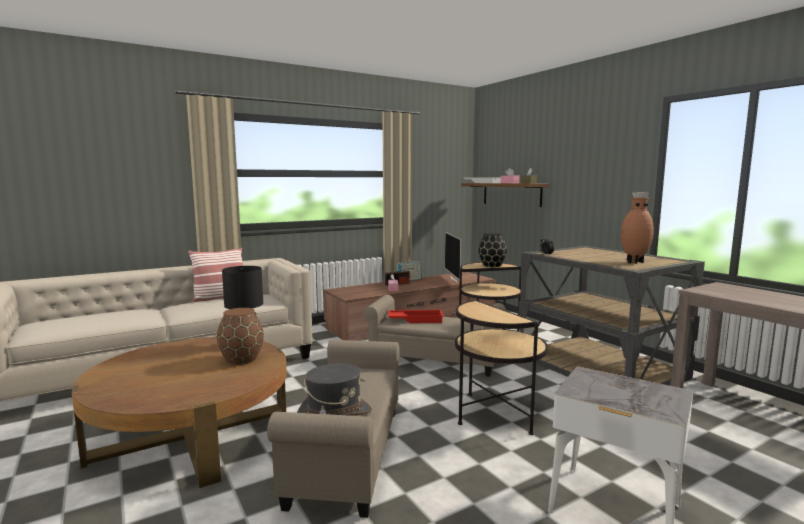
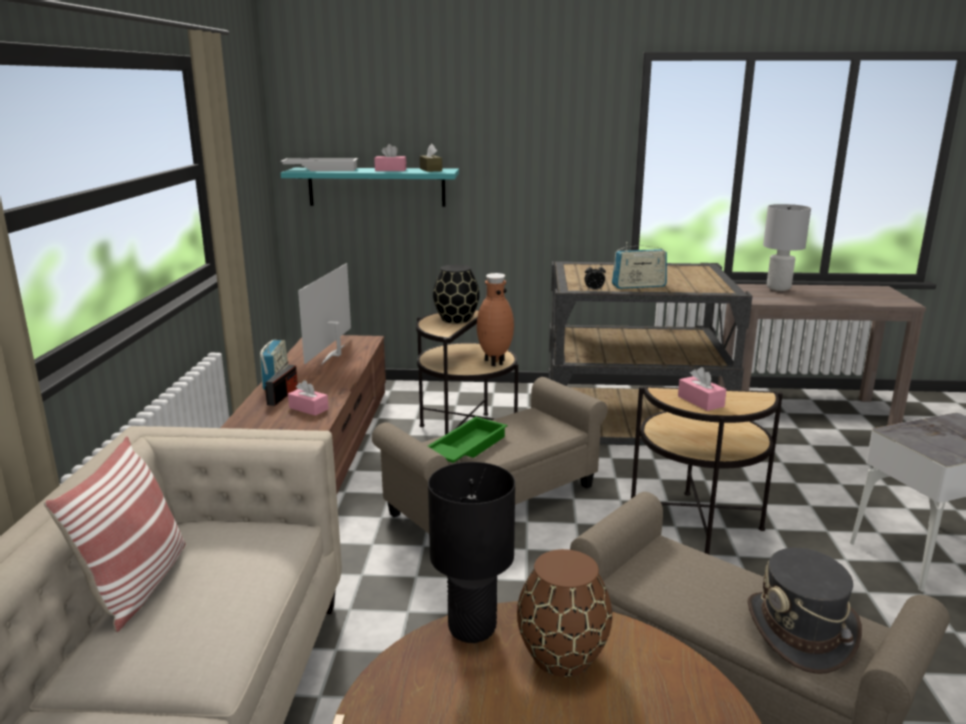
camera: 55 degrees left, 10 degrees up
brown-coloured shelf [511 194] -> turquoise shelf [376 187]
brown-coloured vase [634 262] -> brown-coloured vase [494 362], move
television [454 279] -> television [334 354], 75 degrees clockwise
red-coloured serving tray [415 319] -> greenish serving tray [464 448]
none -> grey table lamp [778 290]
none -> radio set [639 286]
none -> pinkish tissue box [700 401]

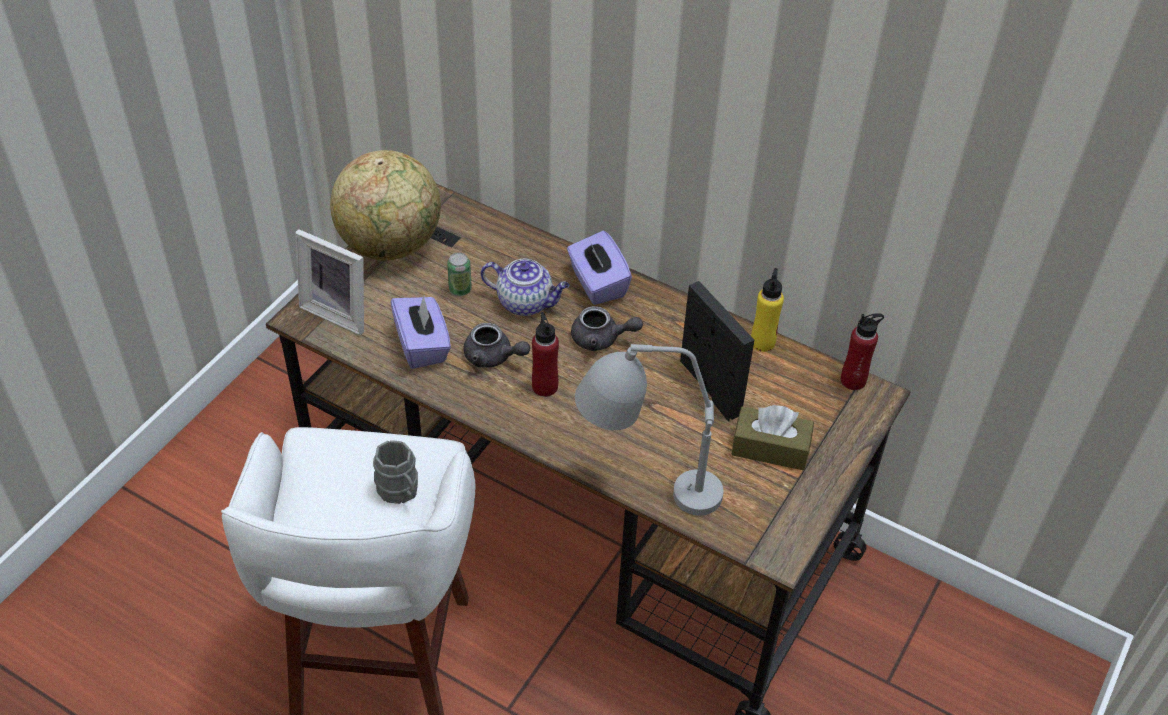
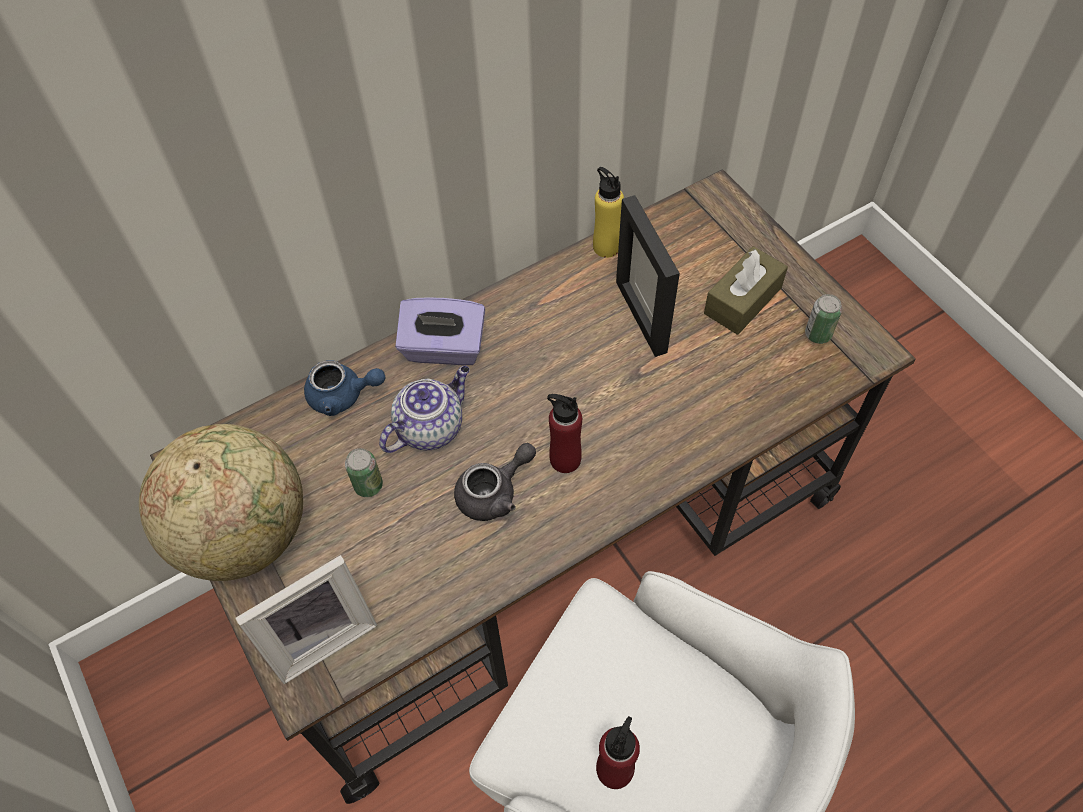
camera: 60 degrees left, 10 degrees up
photo frame [708 388] -> photo frame [643 316], 105 degrees counterclockwise
purple-coloured tissue box [422 345] -> none
grey tea pot [601 339] -> none
red-coloured beverage bottle [853 380] -> red-coloured beverage bottle [615 769], move
grey table lamp [642 487] -> none
grey mug [400 492] -> none
none -> can [818 334]
none -> blue tea pot [343 396]

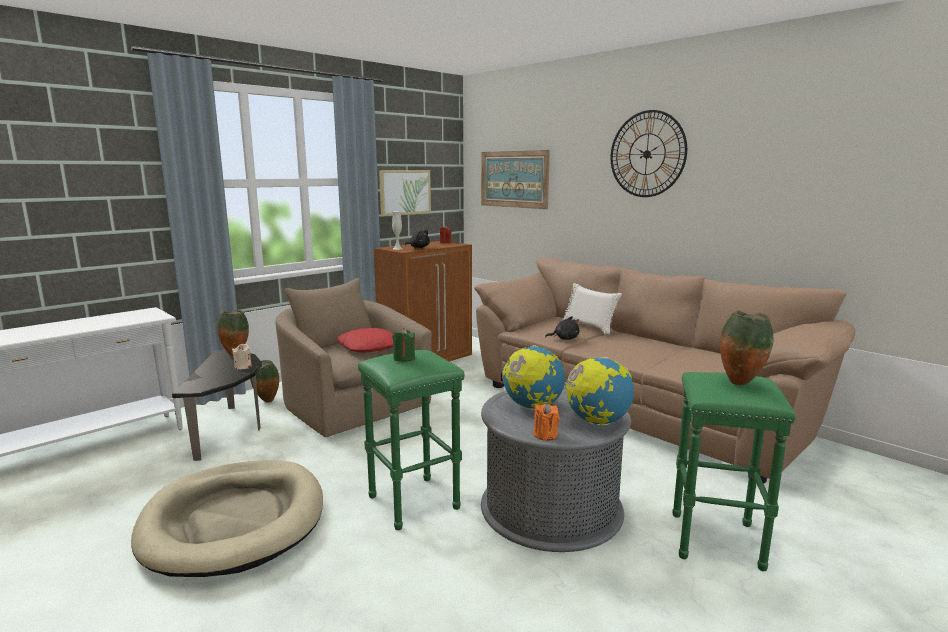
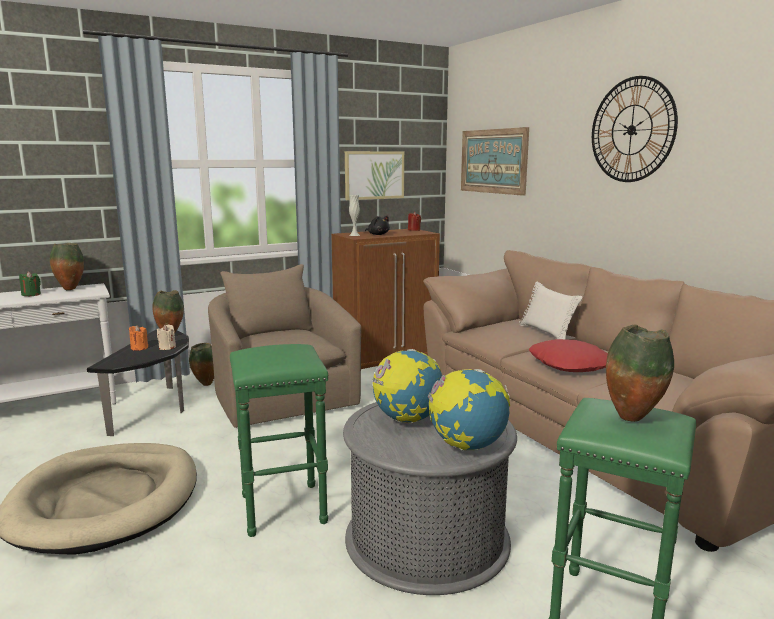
camera: 15 degrees right, 0 degrees up
black cuddly toy [564 339] -> none
red-coloured cushion [369 347] -> red-coloured cushion [570 364], move
greenish wax light [404 358] -> greenish wax light [31 294], move
orange-coloured wax light [545 435] -> orange-coloured wax light [139 348], move
none -> vase [70 289]

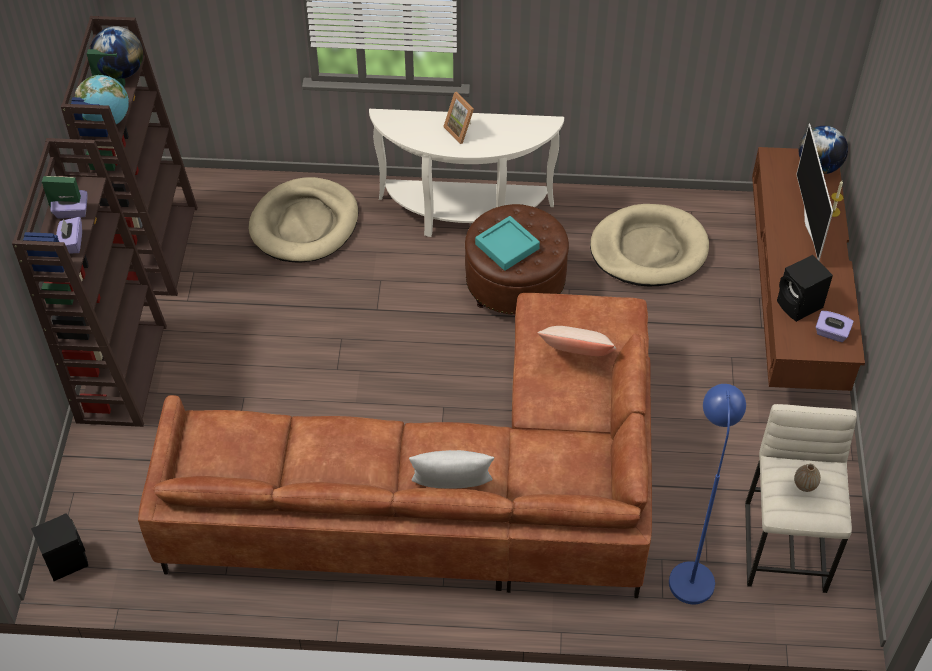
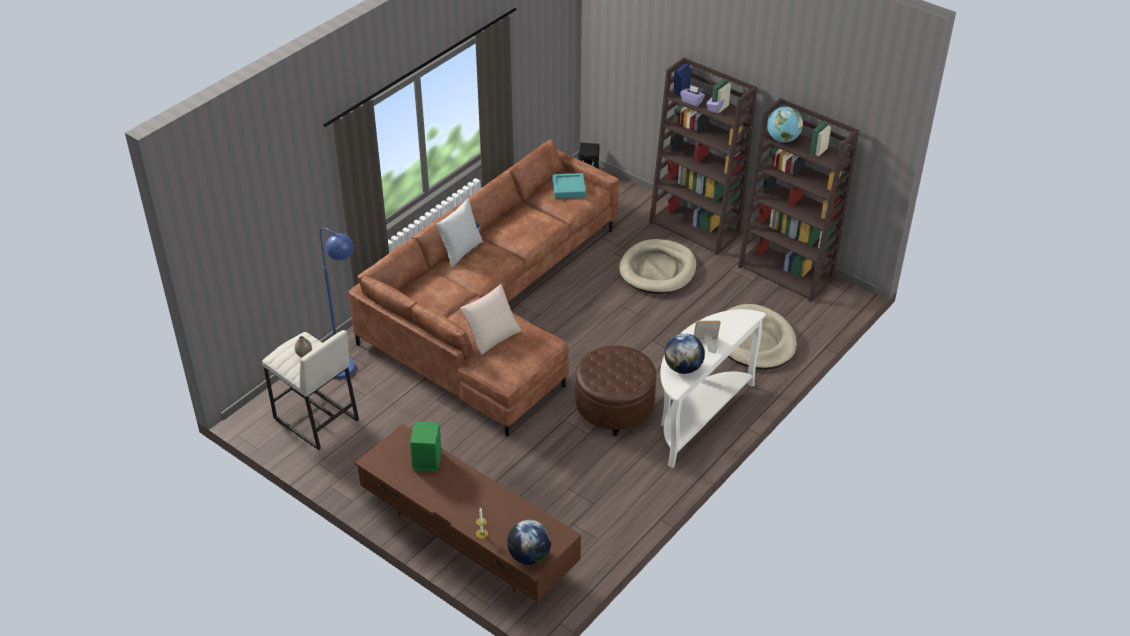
camera: 125 degrees right, 10 degrees down
globe [121 72] -> globe [683 368], move
television [810 223] -> none
sand-coloured dog cushion [648 249] -> sand-coloured dog cushion [658 270], move
turquoise serving tray [507 246] -> turquoise serving tray [569 188], move
black loudspeaker [800 306] -> greenish loudspeaker [426 460]
purple-coloured tissue box [831 333] -> none

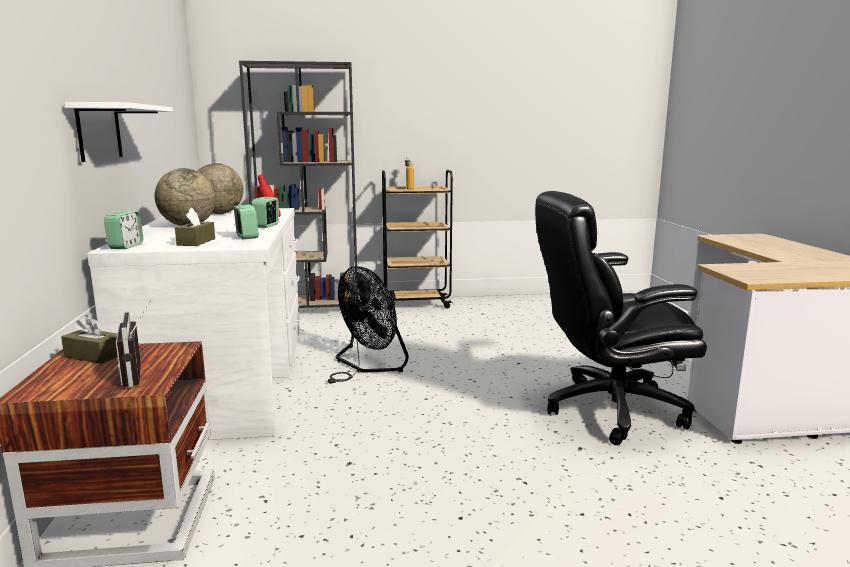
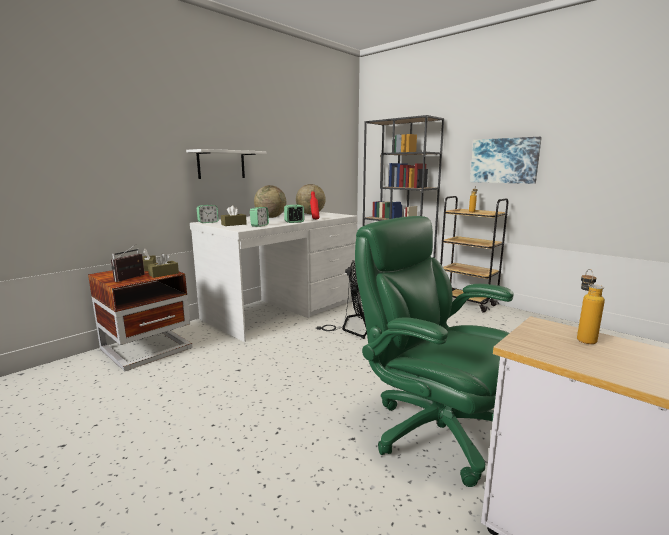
camera: 50 degrees right, 0 degrees up
black office chair [606 410] -> greenish office chair [434 429]
none -> picture [504 160]
none -> brown-coloured tissue box [164 274]
none -> beverage bottle [583 338]

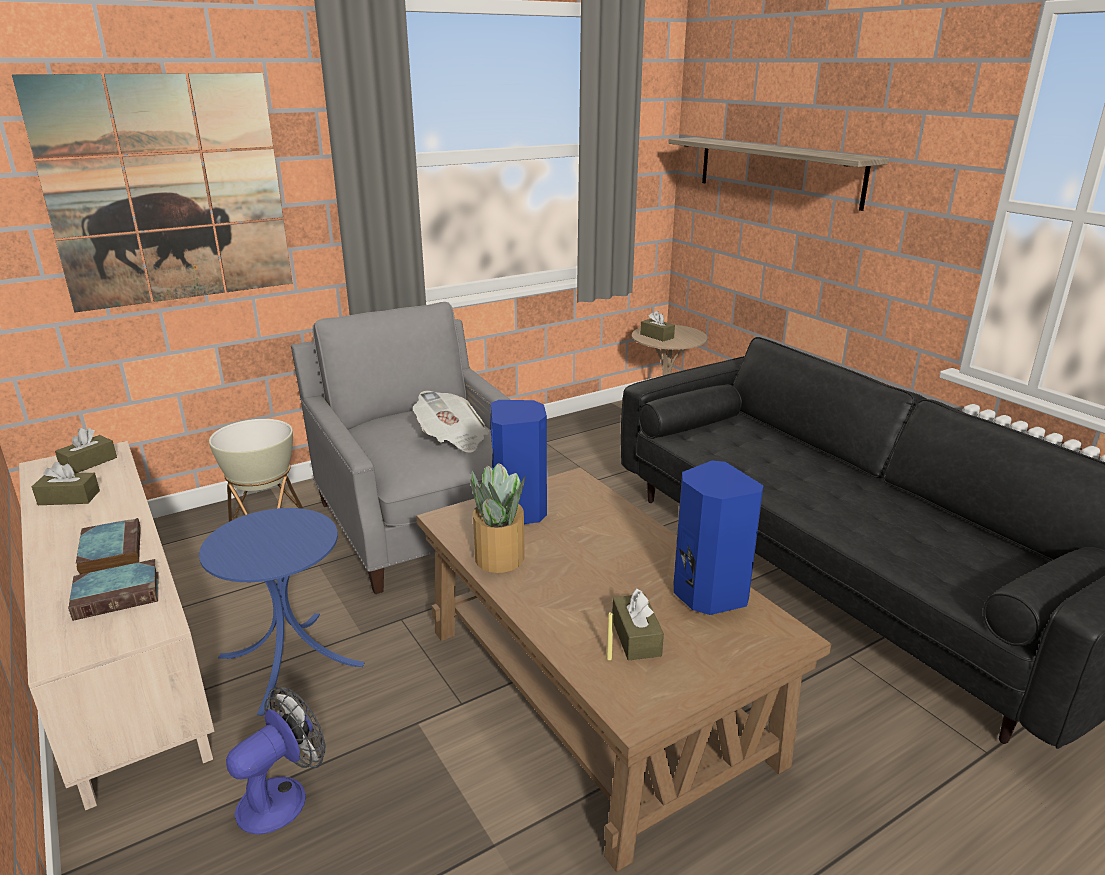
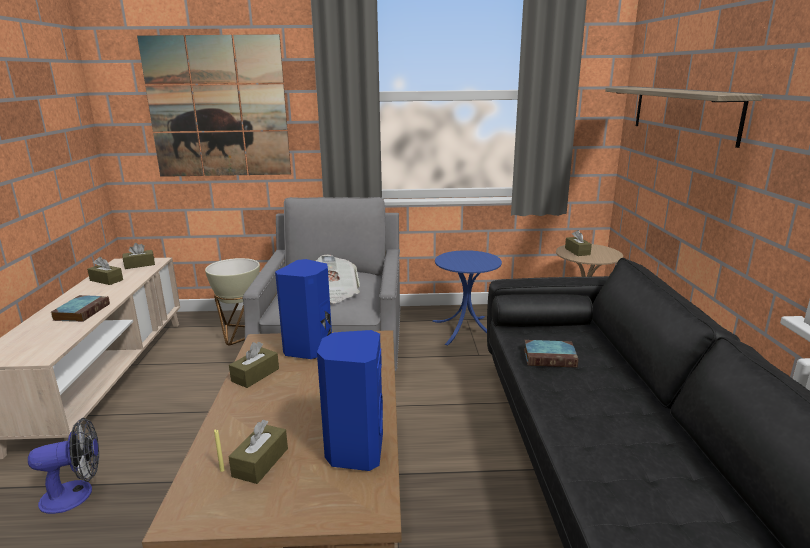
camera: 30 degrees right, 5 degrees down
houseplant [499 557] -> brown-coloured tissue box [255 375]
blue accent table [291 660] -> blue accent table [466 330], move
volume [119 594] -> volume [550 357], move

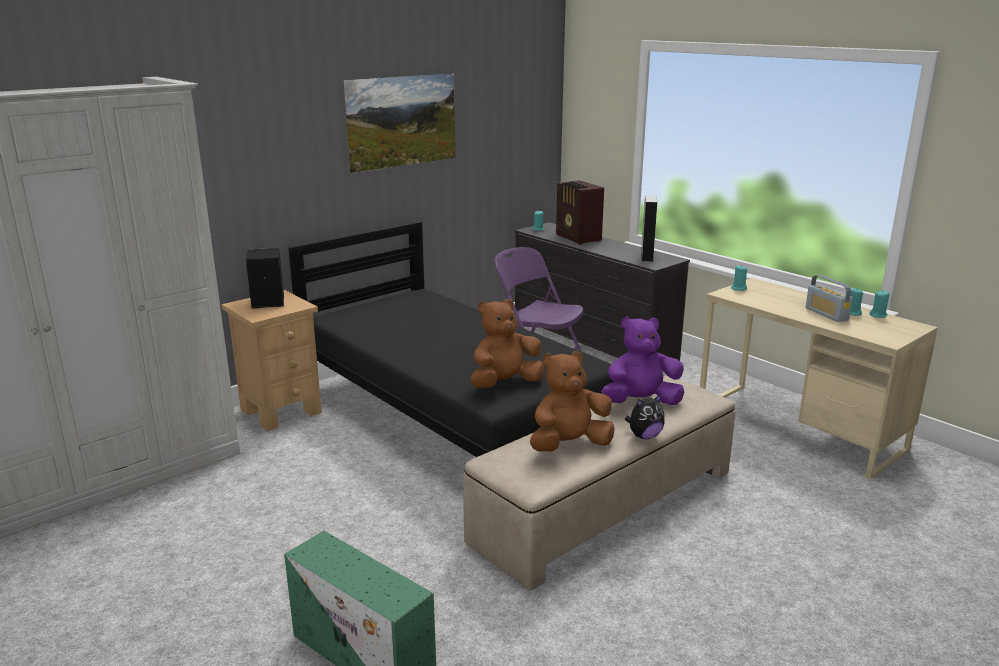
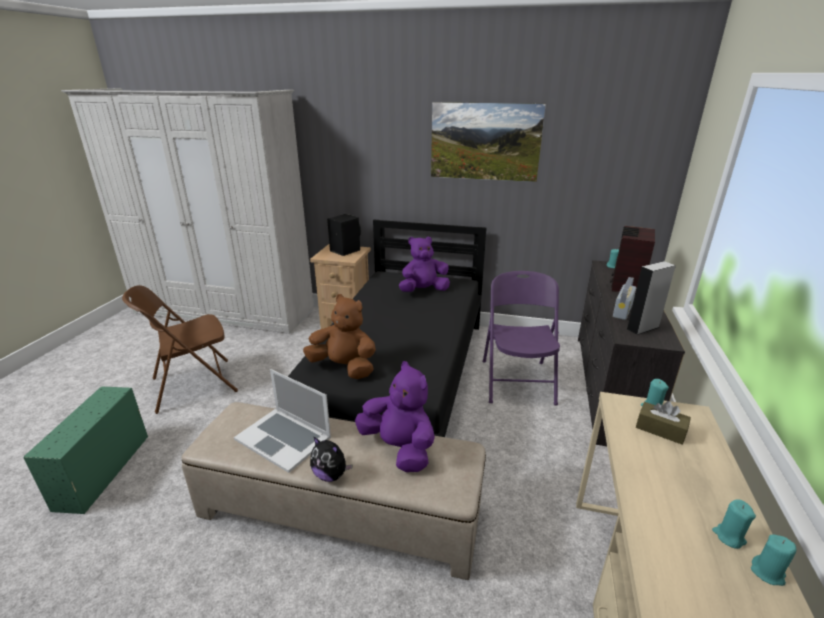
camera: 55 degrees right, 5 degrees up
radio set [826 314] -> radio set [622 311], move
brown-coloured cuddly toy [569 445] -> portable computer [283 438]
none -> purple-coloured cuddly toy [423 290]
none -> brown-coloured plain chair [194 384]
none -> brown-coloured tissue box [660 429]

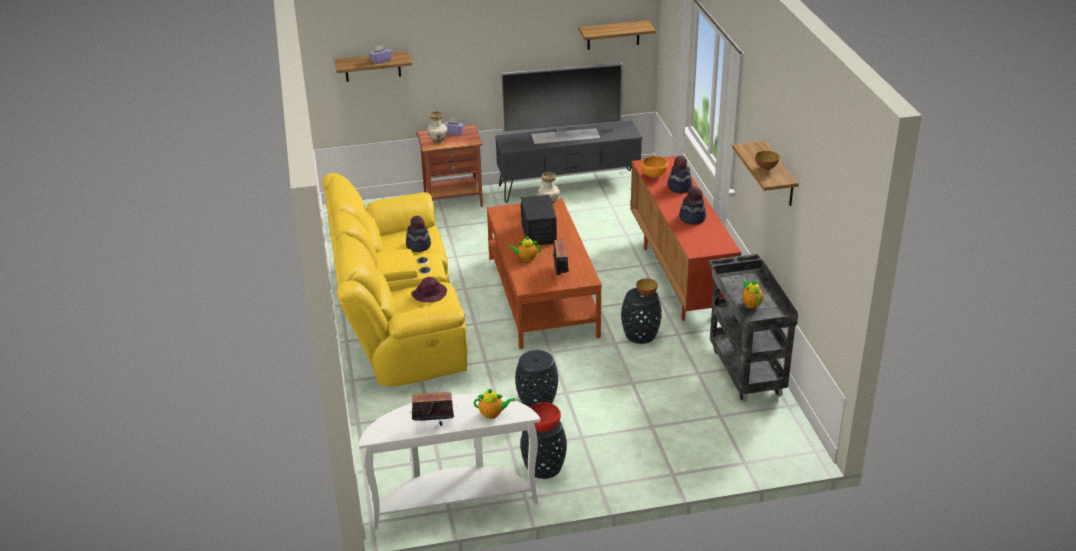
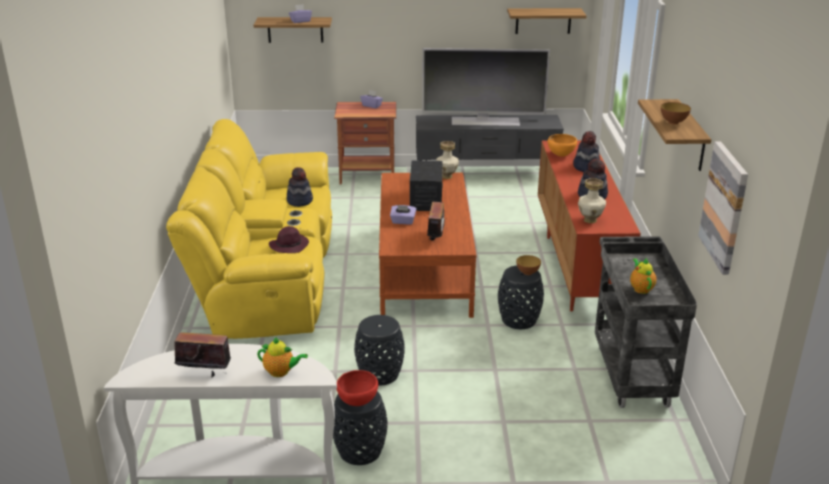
camera: 10 degrees right, 5 degrees down
vase [438 142] -> vase [590 220], move
tea pot [526 258] -> purple-coloured tissue box [403 221]
none -> picture [724 207]

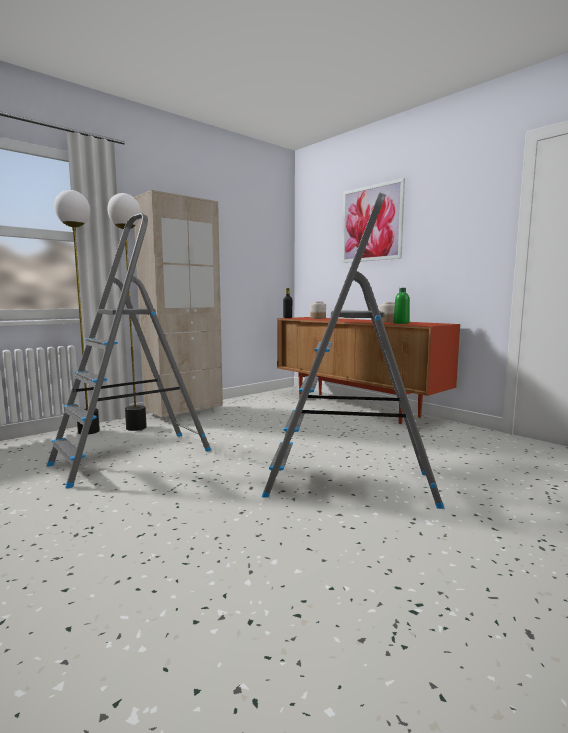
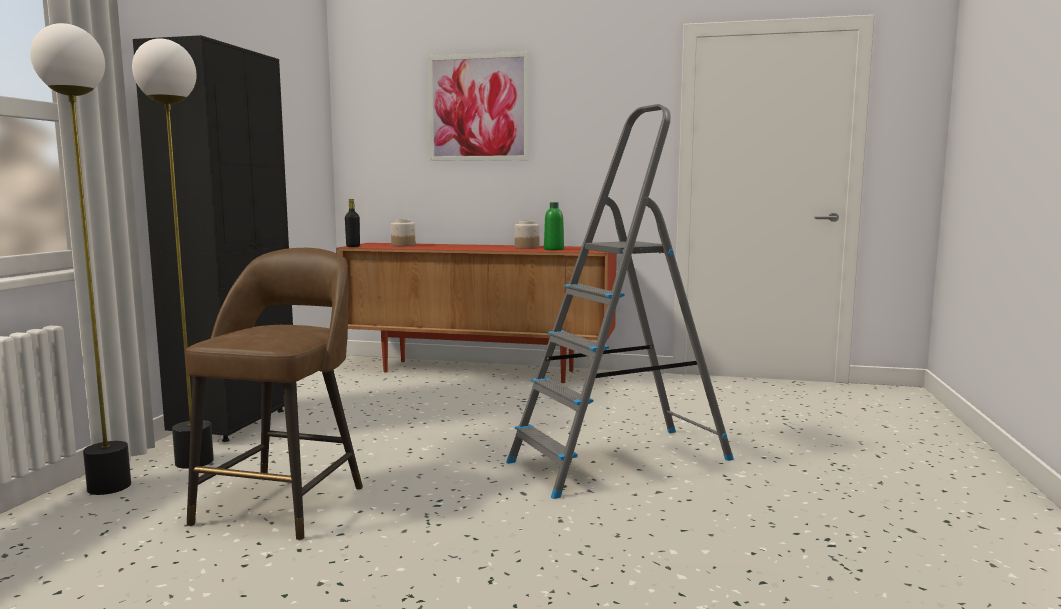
camera: 35 degrees left, 0 degrees up
sand-coloured cupboard [185 413] -> black cupboard [237 423]
grey stepladder [132 458] -> brown-coloured sitting stool [283 503]

